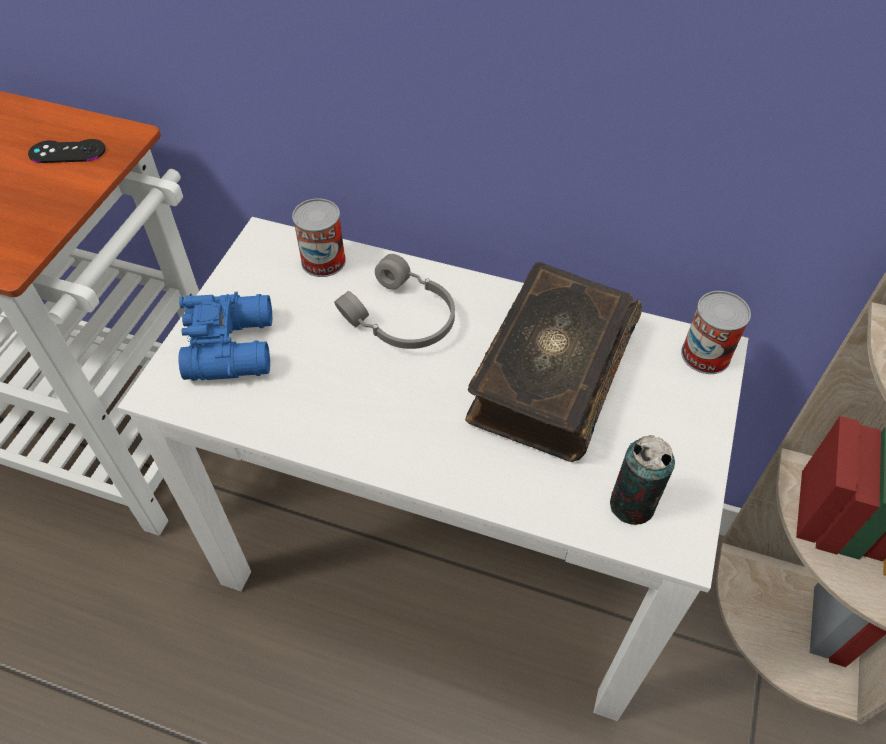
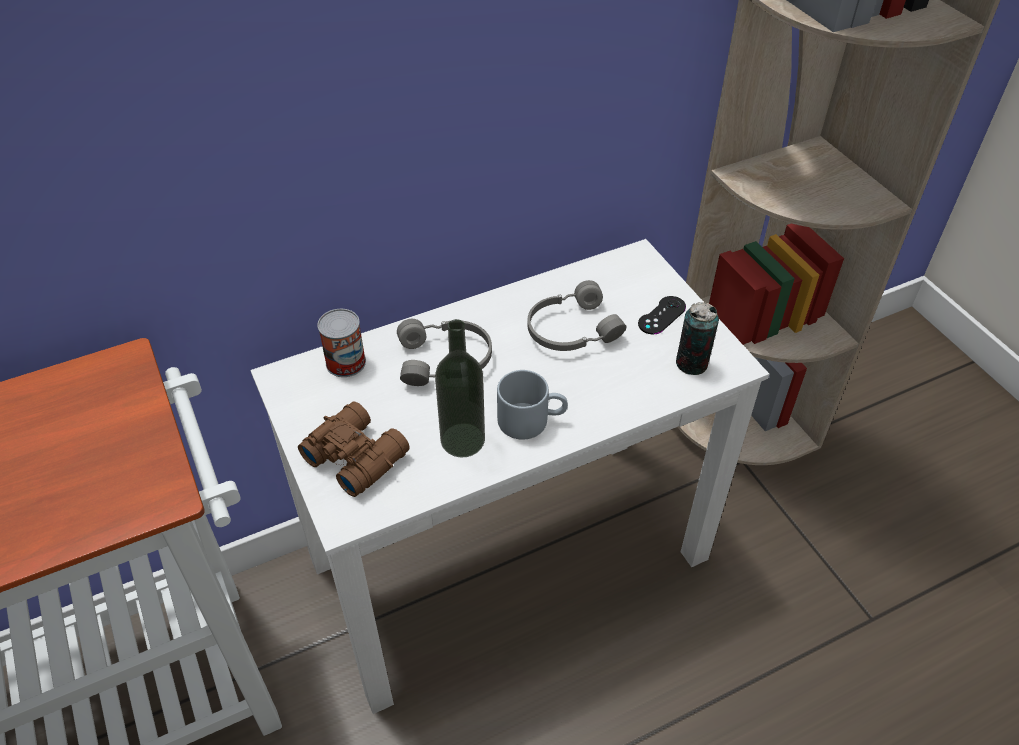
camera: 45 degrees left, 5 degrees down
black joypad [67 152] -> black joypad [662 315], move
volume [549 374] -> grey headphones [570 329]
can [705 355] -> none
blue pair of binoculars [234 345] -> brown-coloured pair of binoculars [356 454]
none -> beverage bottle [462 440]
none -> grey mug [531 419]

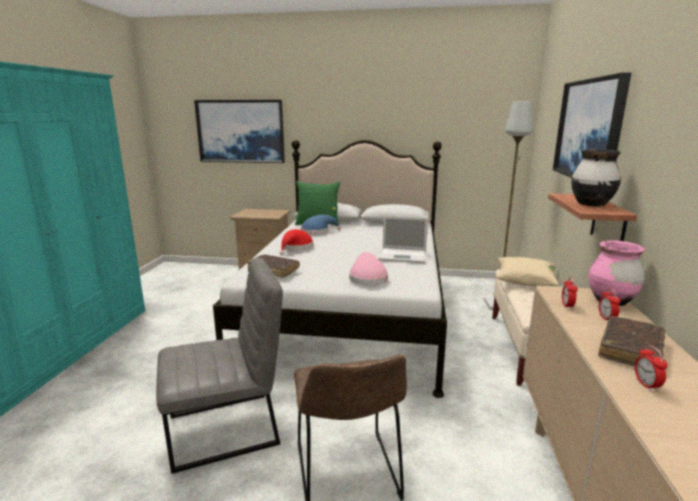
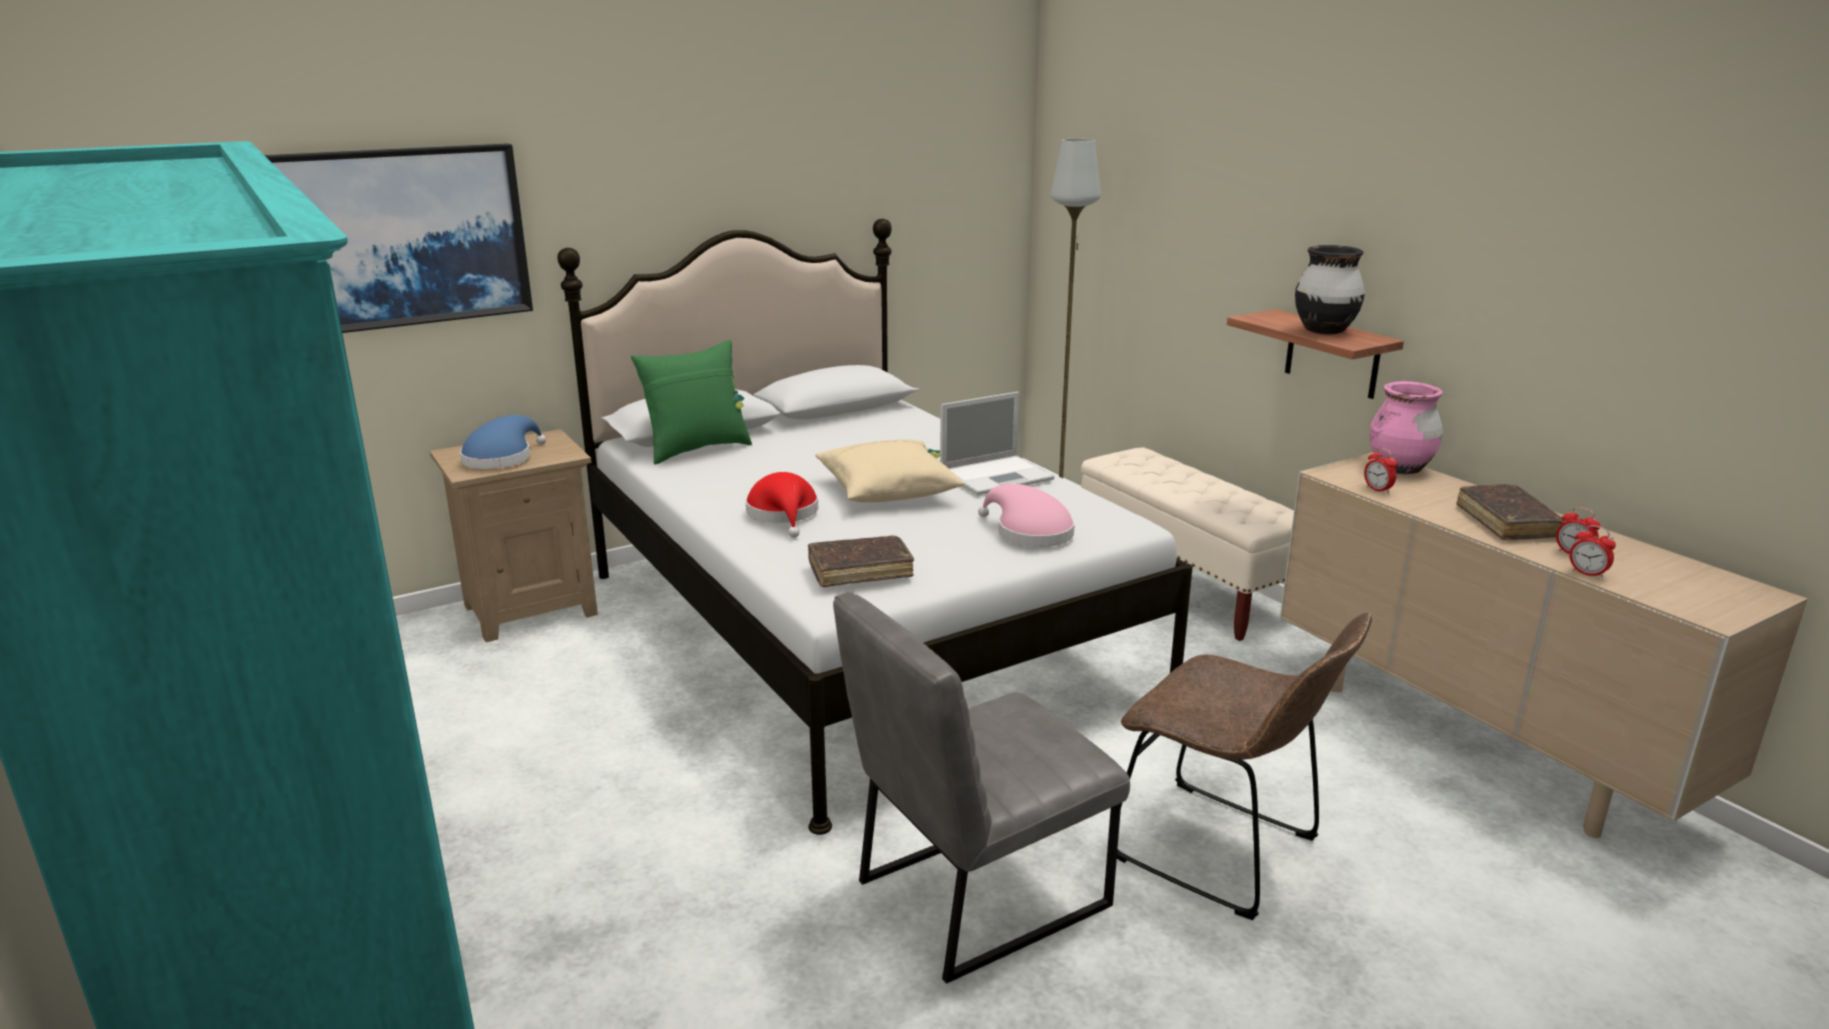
camera: 40 degrees left, 5 degrees up
picture [589 130] -> none
blue clothing hat [317 231] -> blue clothing hat [501 458], move
sand-coloured cushion [524 281] -> sand-coloured cushion [887 491], move
grey plain chair [227 429] -> grey plain chair [976 895], 150 degrees counterclockwise
table clock [606 318] -> table clock [1587 573], move

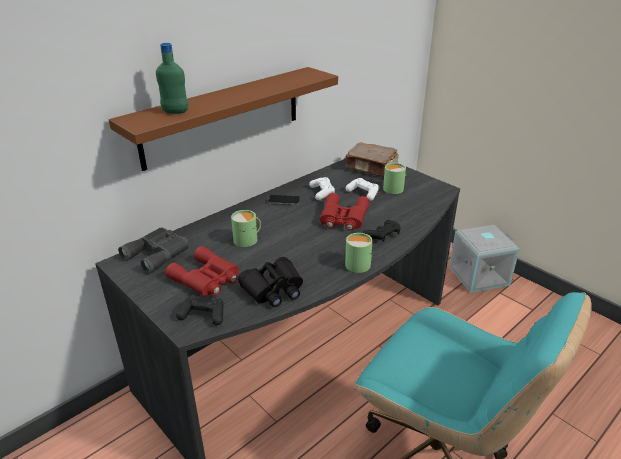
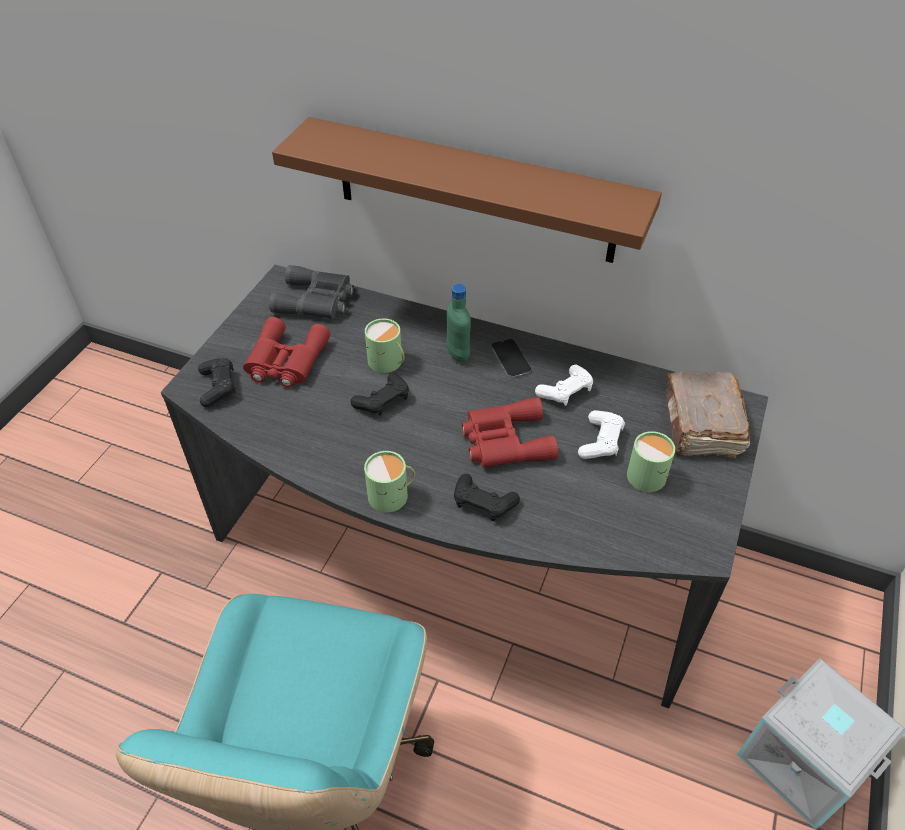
camera: 65 degrees right, 15 degrees up
greenish beverage bottle [175 112] -> greenish beverage bottle [458 354], move
black pair of binoculars [273 289] -> none
none -> black joypad [382 401]

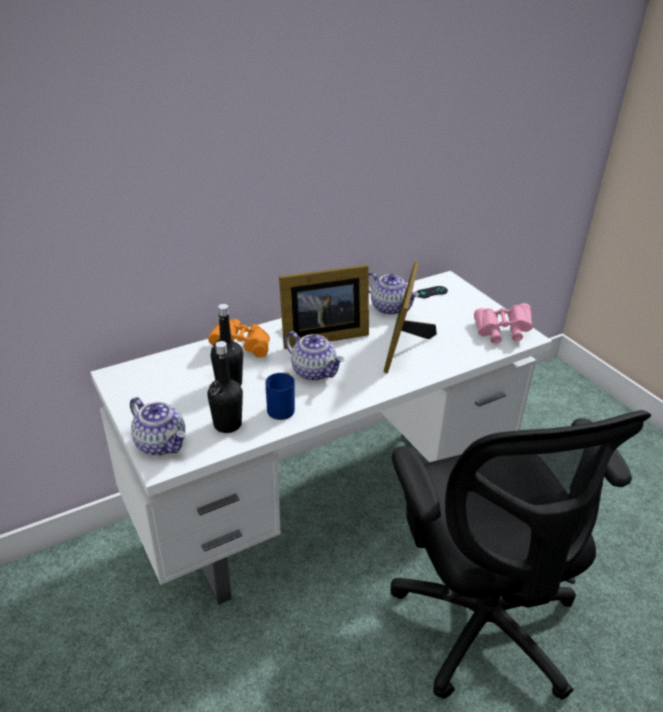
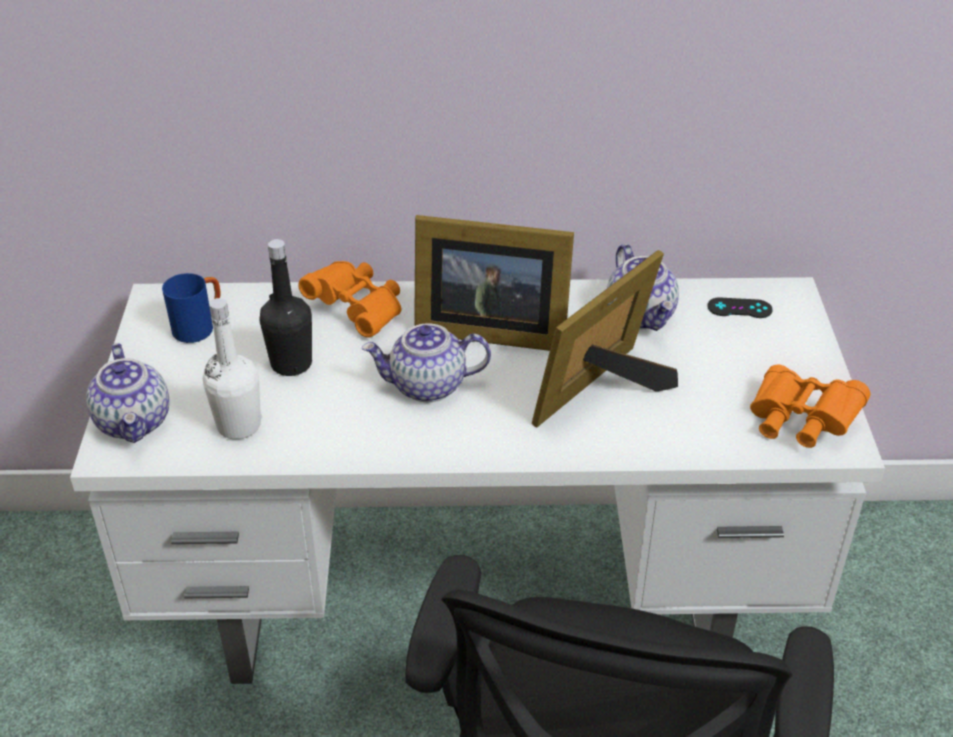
camera: 30 degrees right, 5 degrees up
pinkish pair of binoculars [501 333] -> orange-coloured pair of binoculars [799 422]
tea pot [314 372] -> tea pot [427 386], 105 degrees clockwise
black beverage bottle [227 424] -> white beverage bottle [239 425]
blue mug [282 407] -> blue mug [199 327], move

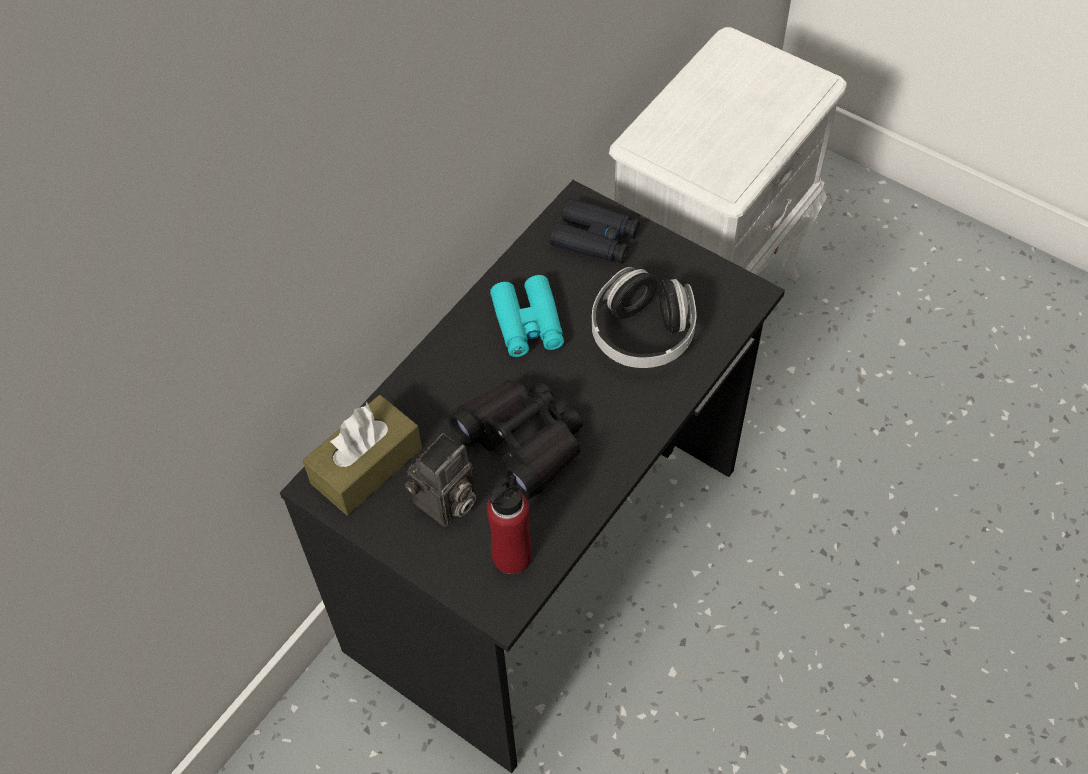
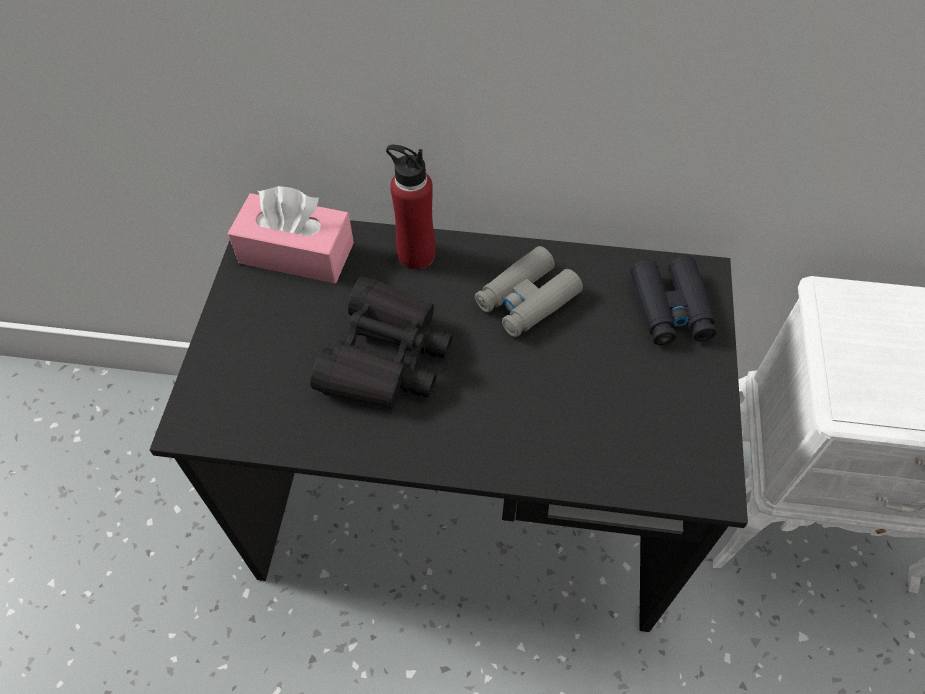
camera: 60 degrees right, 0 degrees up
headphones [642 335] -> none
turquoise pair of binoculars [528 324] -> grey pair of binoculars [526 300]
brown-coloured tissue box [366 466] -> pinkish tissue box [296 253]
photo camera [445 504] -> none
red-coloured beverage bottle [511 556] -> red-coloured beverage bottle [416 255], move

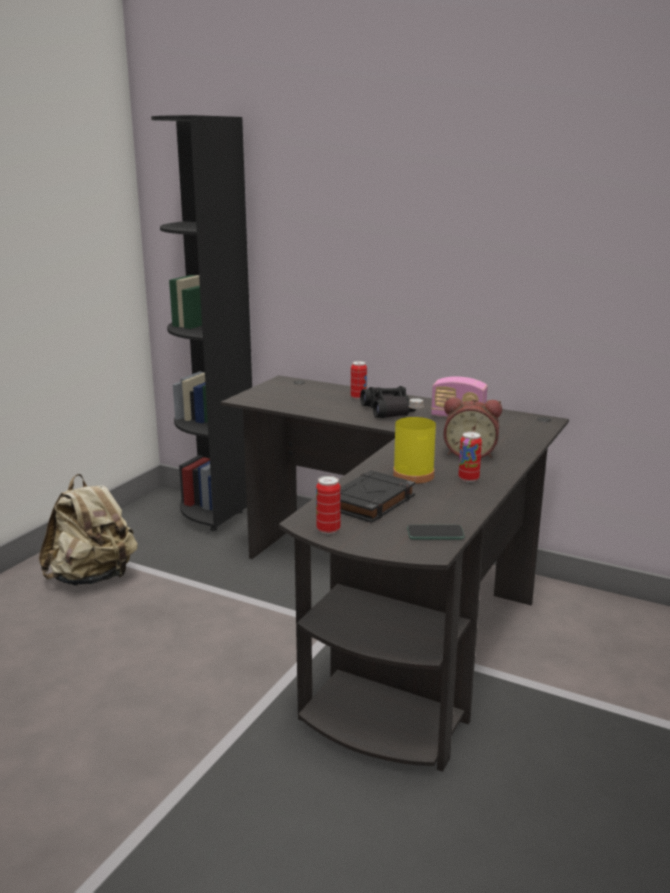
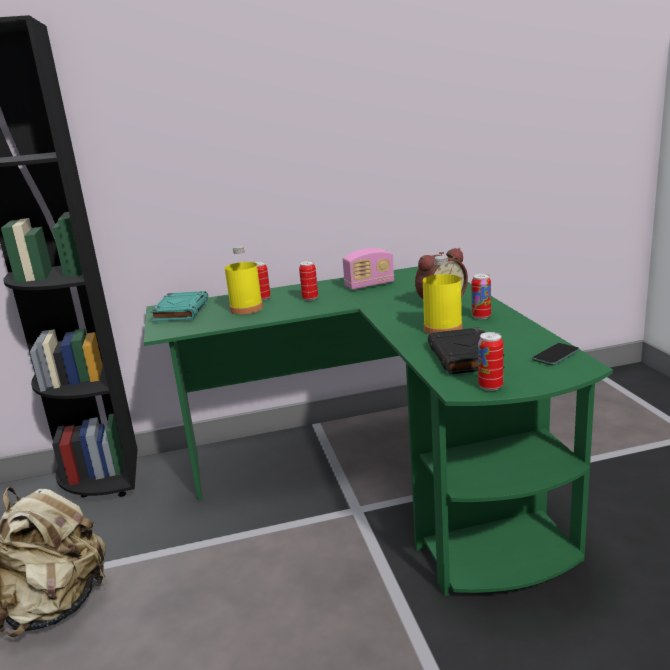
camera: 40 degrees left, 0 degrees up
black desk table [396 612] -> greenish desk table [381 475]
black pair of binoculars [388 411] -> can [310 298]
none -> yellowish beverage bottle [246 308]
none -> turquoise volume [181 311]

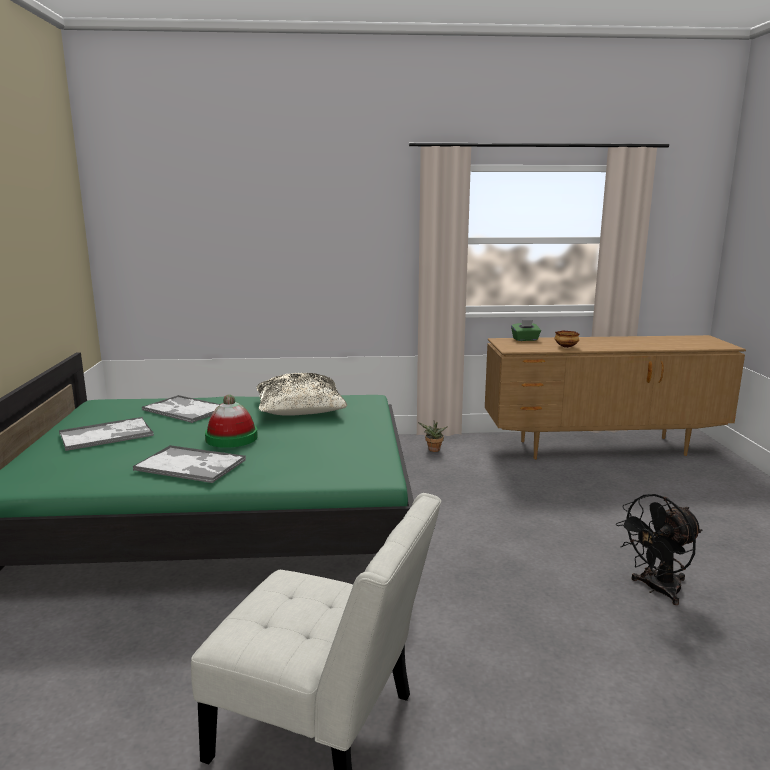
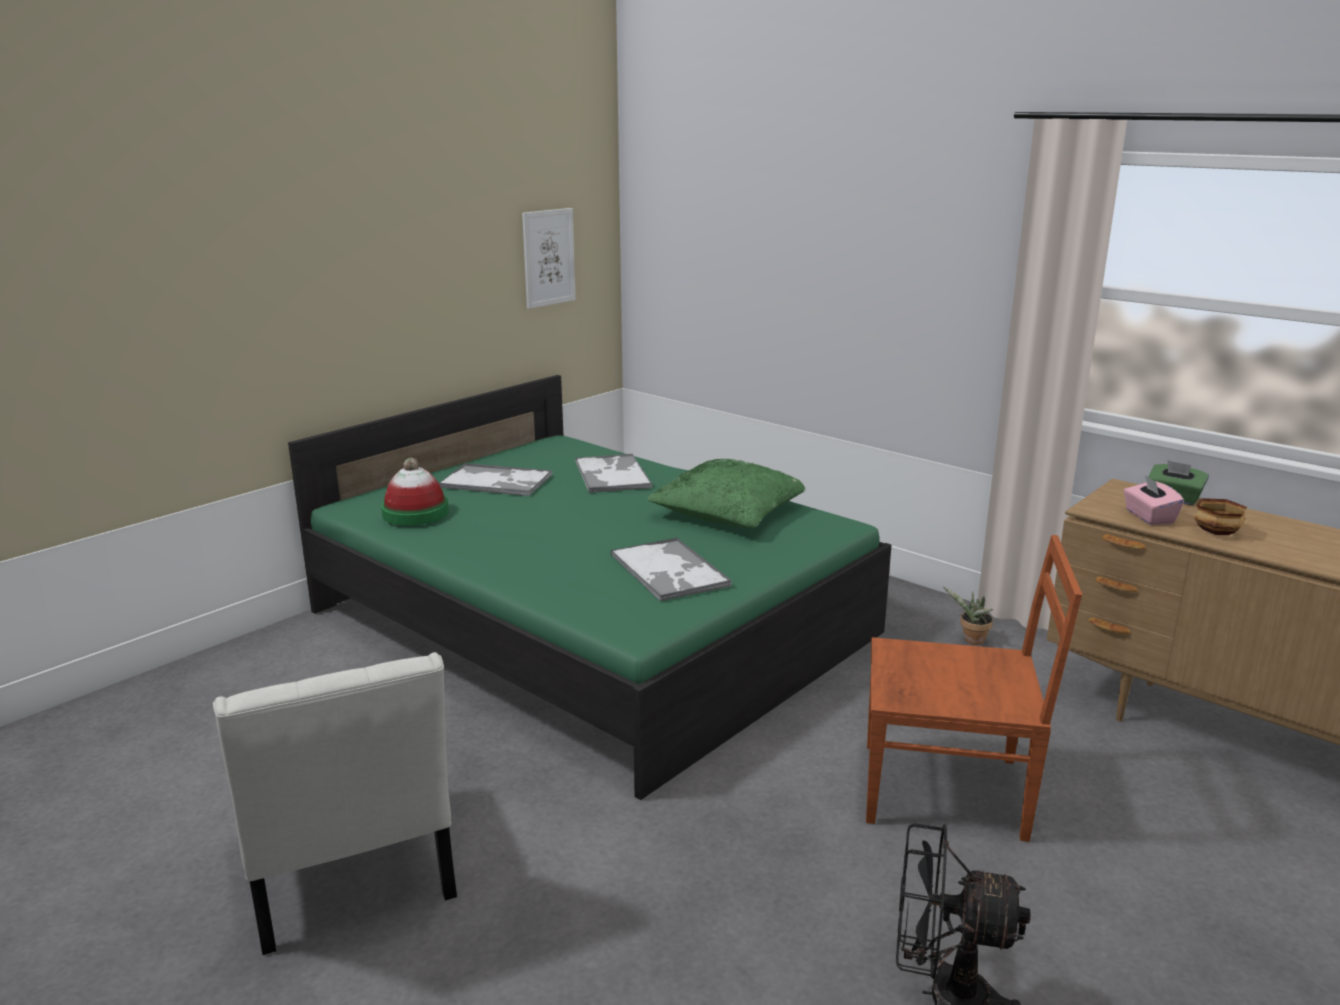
camera: 45 degrees right, 5 degrees up
sand-coloured cushion [300 408] -> greenish cushion [728 511]
clothing hat [231 438] -> clothing hat [415 513], move
serving tray [191 465] -> serving tray [670 571], move
none -> picture [548 257]
none -> pinkish tissue box [1148 517]
none -> brown-coloured plain chair [948 791]

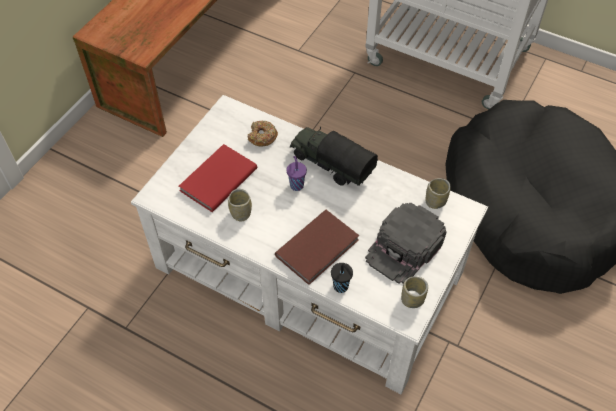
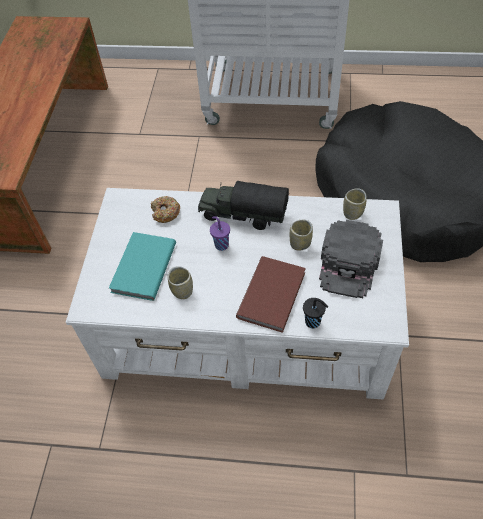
camera: 20 degrees left, 0 degrees up
red-coloured volume [216 179] -> turquoise volume [142 268]
cup [412 300] -> cup [300 243], move

